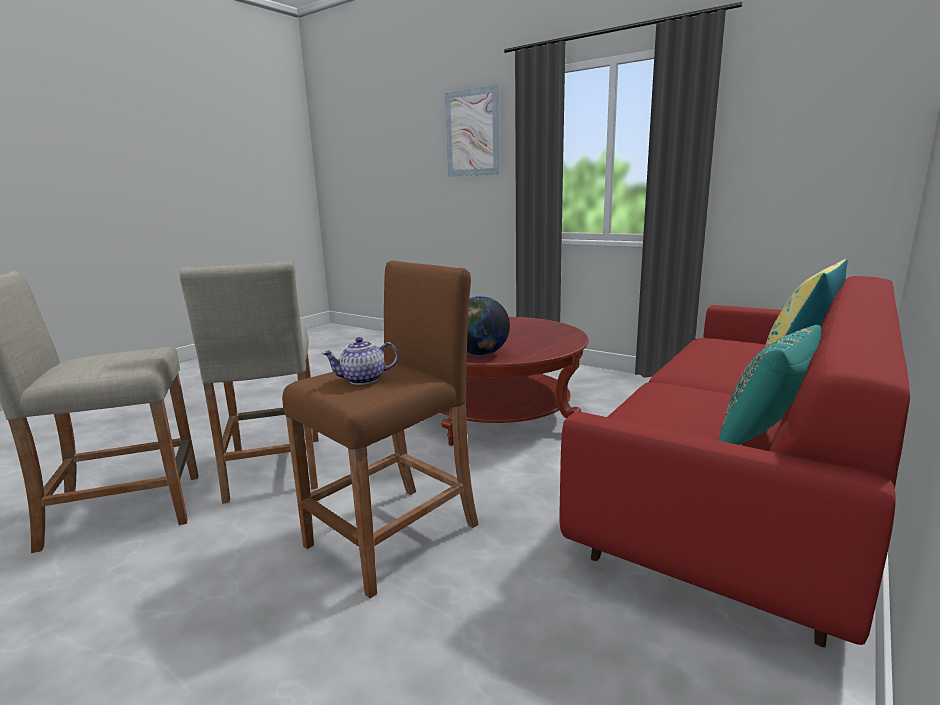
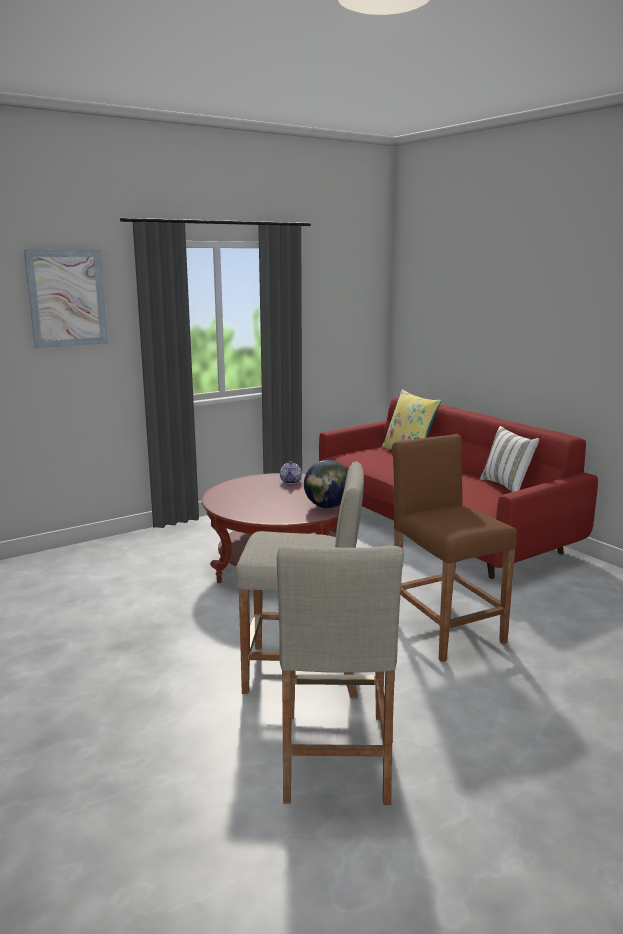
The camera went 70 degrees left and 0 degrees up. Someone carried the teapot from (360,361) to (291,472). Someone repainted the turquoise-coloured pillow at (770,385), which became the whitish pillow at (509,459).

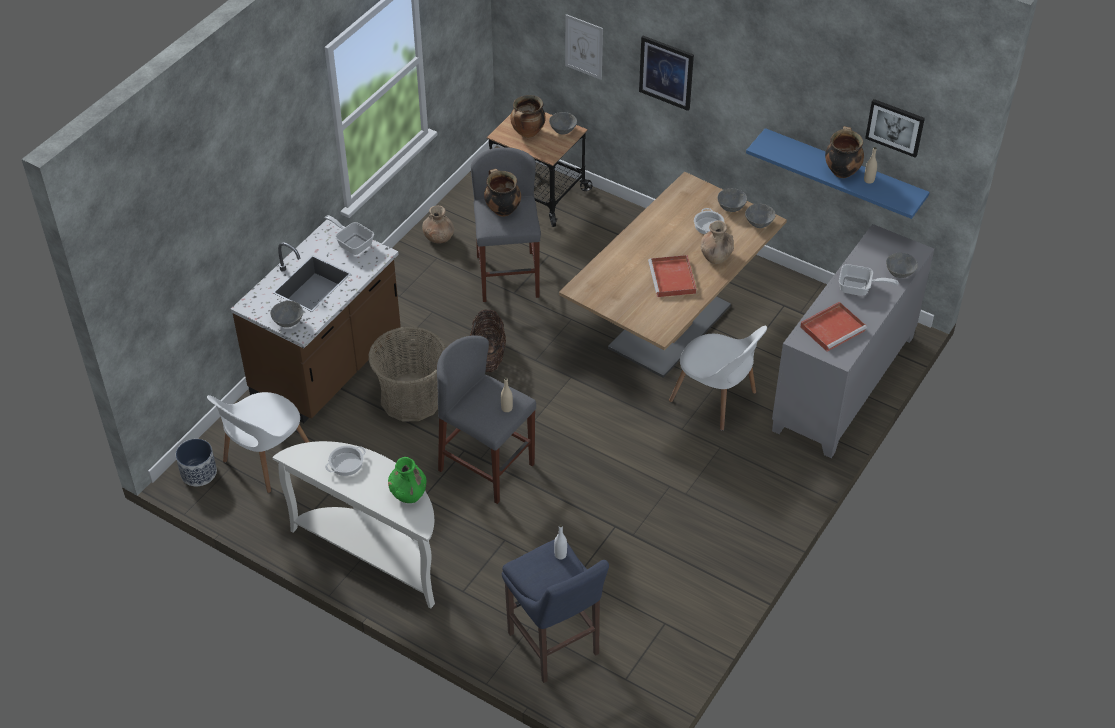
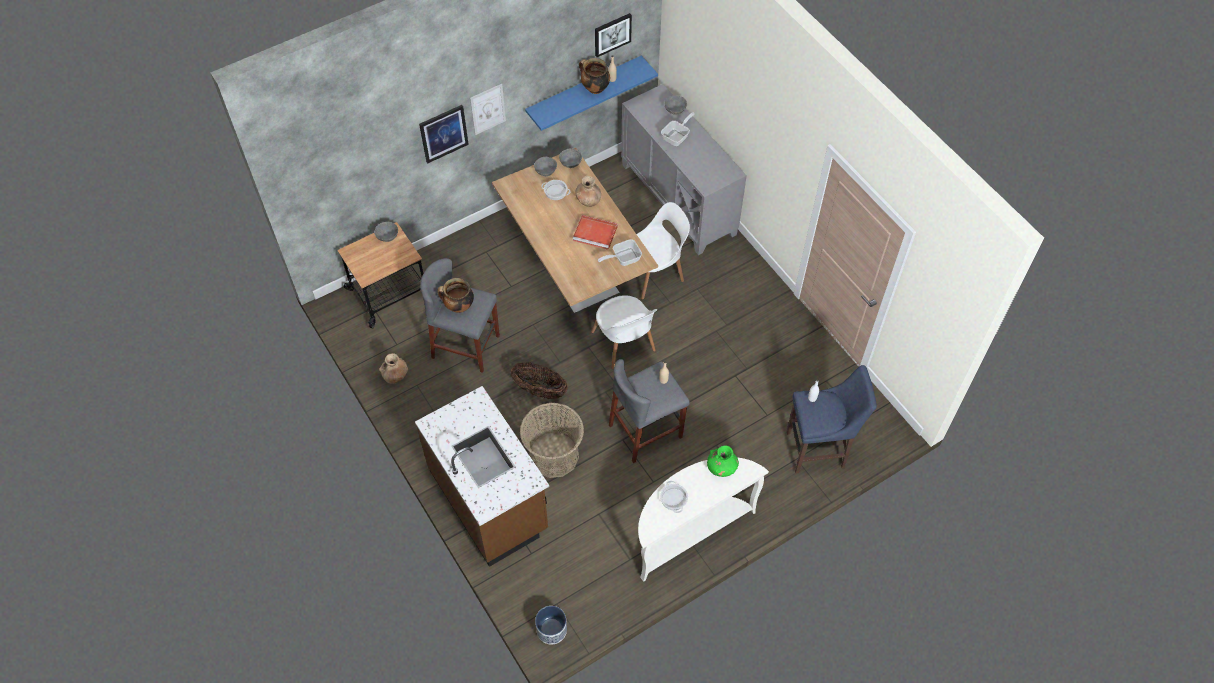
The camera went 65 degrees left and 10 degrees up. Someone carried the whitish plain chair from (258,442) to (624,332). Someone took away the gray deep dish at (286,314). Someone carried the skillet from (349,235) to (620,252). Someone took away the saucepot at (528,116). Someone carried the picture from (584,47) to (488,109). Someone took away the red-coloured serving tray at (833,327).

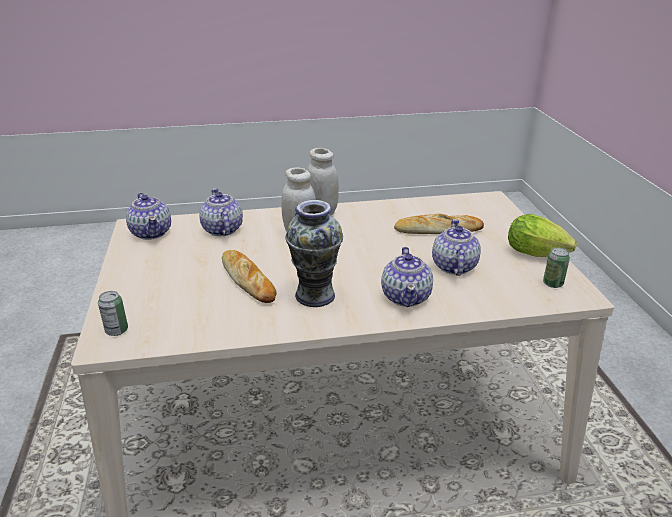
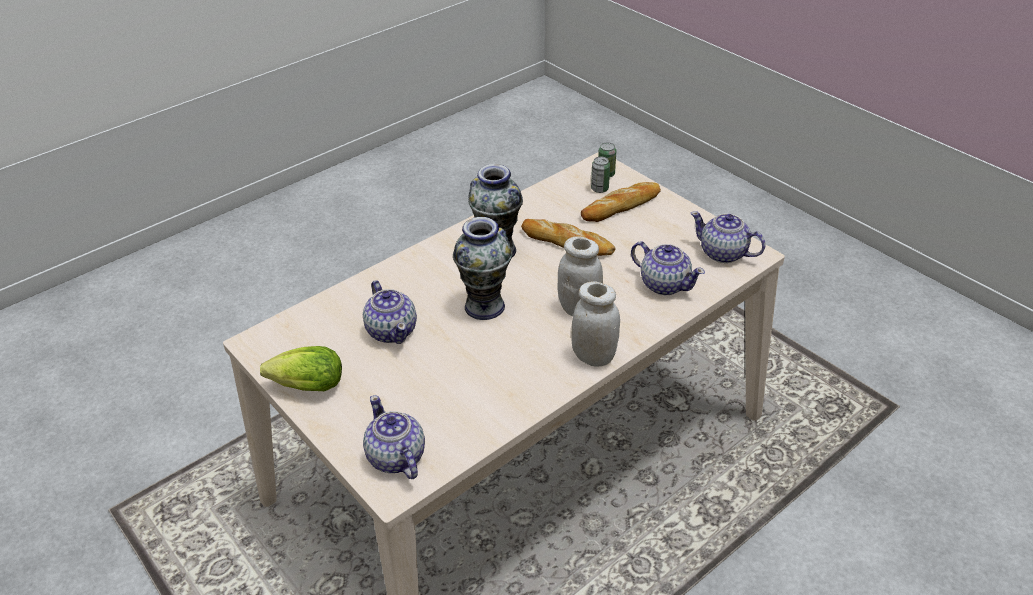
The camera went 150 degrees right and 10 degrees up. Someone carried the teapot from (407,277) to (394,437). Someone carried the bread from (439,224) to (621,202). Someone carried the can from (556,267) to (600,175). Someone put down the decorative vase at (483,268).

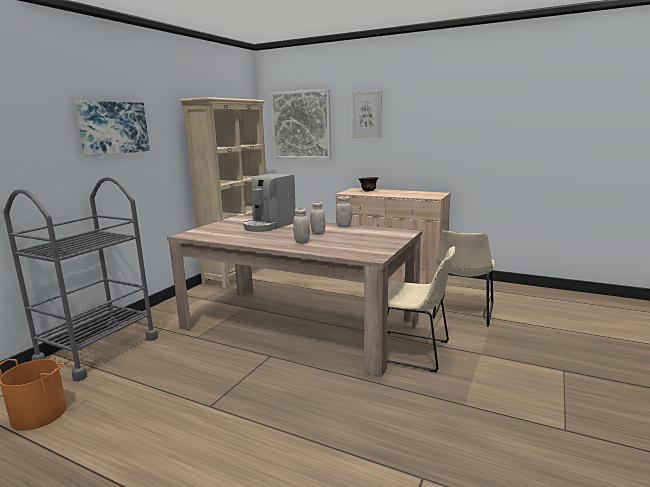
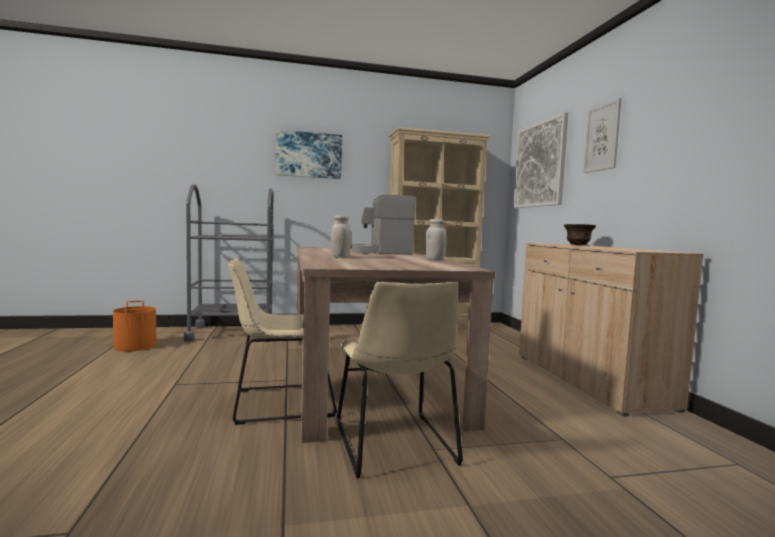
The camera went 50 degrees right and 10 degrees down. Someone took away the whitish storage jar at (317,218). Someone carried the sand-coloured plain chair from (463,278) to (282,342).

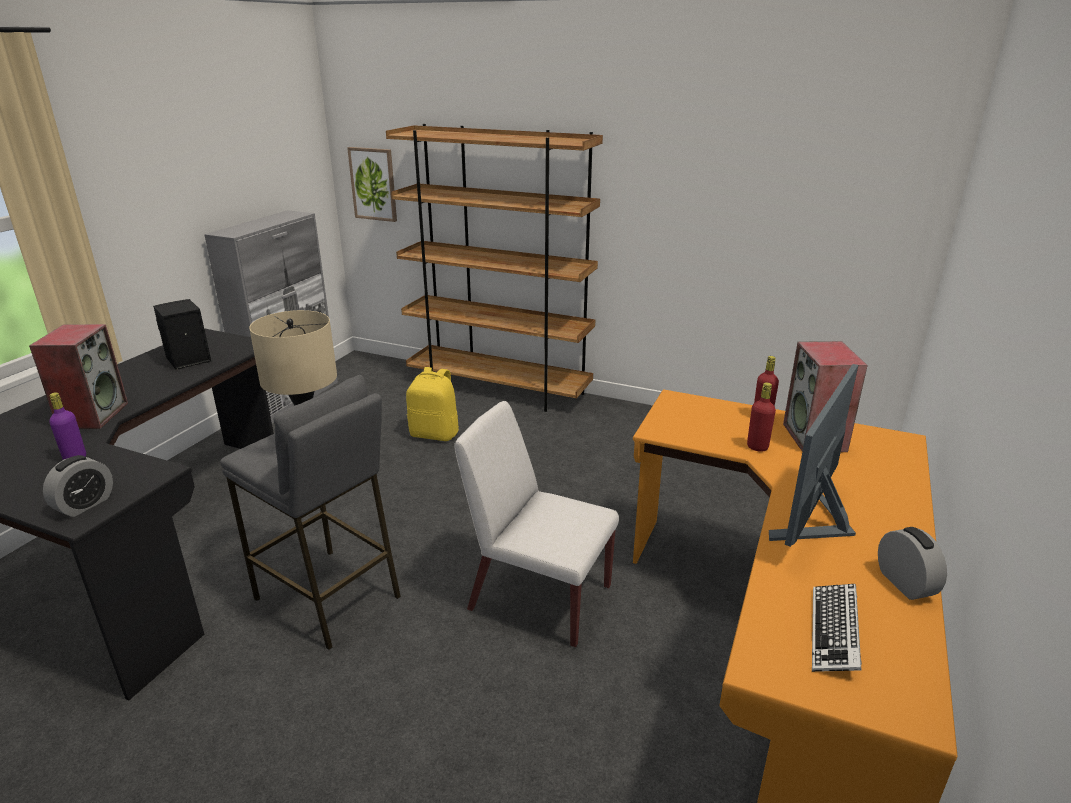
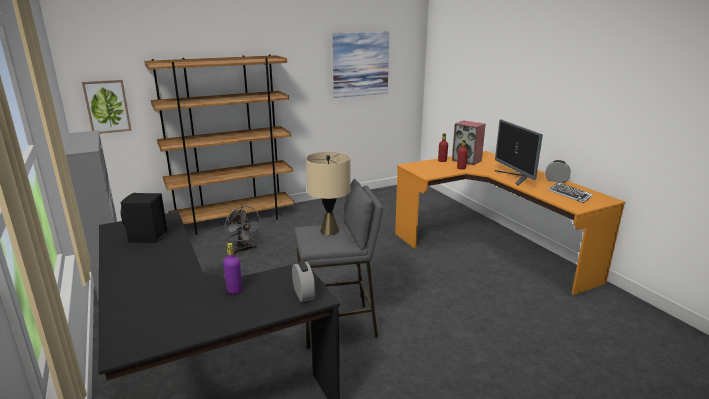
The camera went 50 degrees left and 5 degrees down. Someone took away the loudspeaker at (78,376). Someone swapped the yellow-coloured knapsack at (432,404) for the gray electric fan at (243,230). Someone took away the whitish plain chair at (536,524). Someone put up the picture at (361,65).

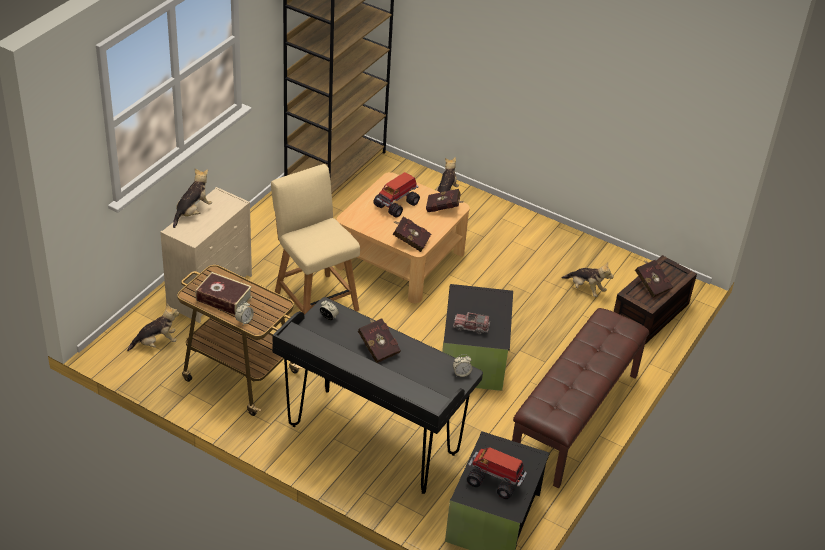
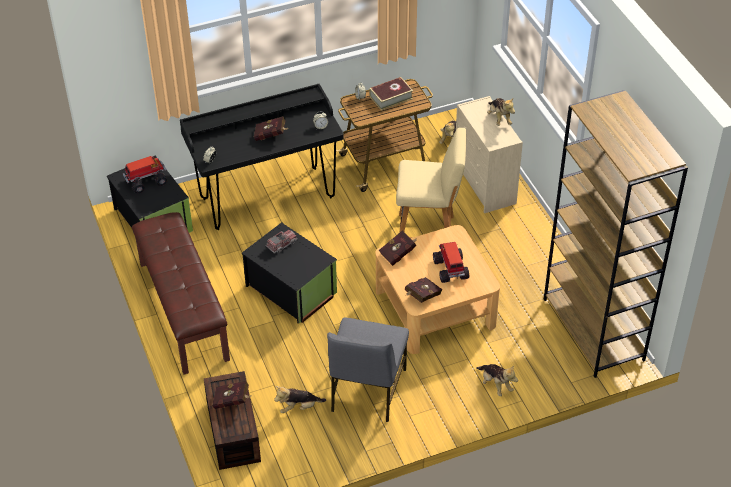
The camera went 130 degrees right and 5 degrees up. Someone put down the gray plain chair at (368,369).

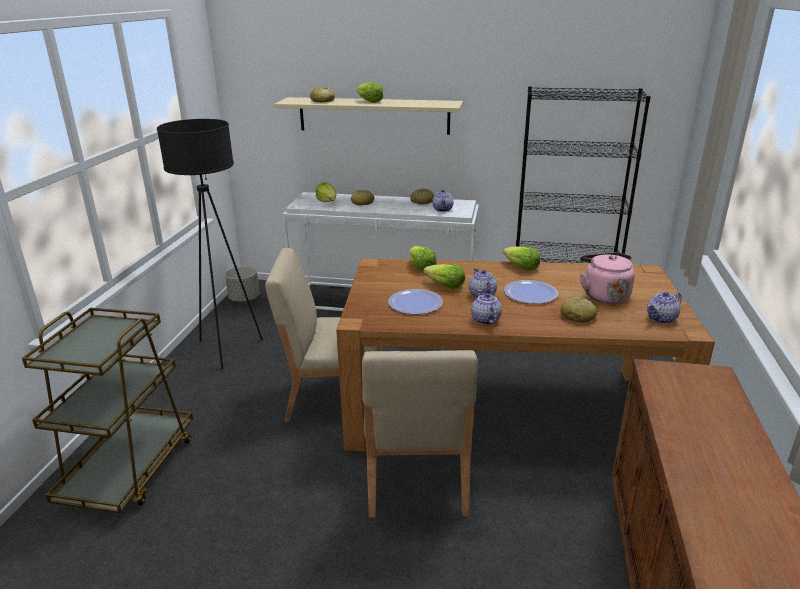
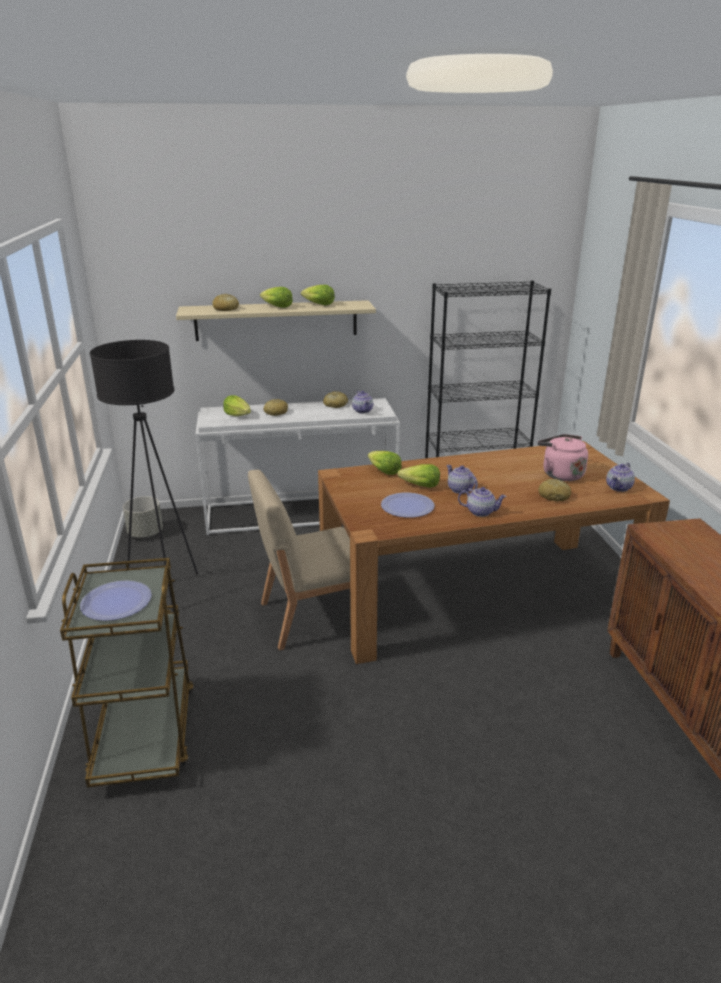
The camera went 20 degrees left and 0 degrees up. Someone took away the sand-coloured plain chair at (420,433). Someone rotated the teapot at (486,307) by 135 degrees clockwise. Someone carried the head of lettuce from (521,258) to (318,295). Someone carried the plate from (531,292) to (116,600).

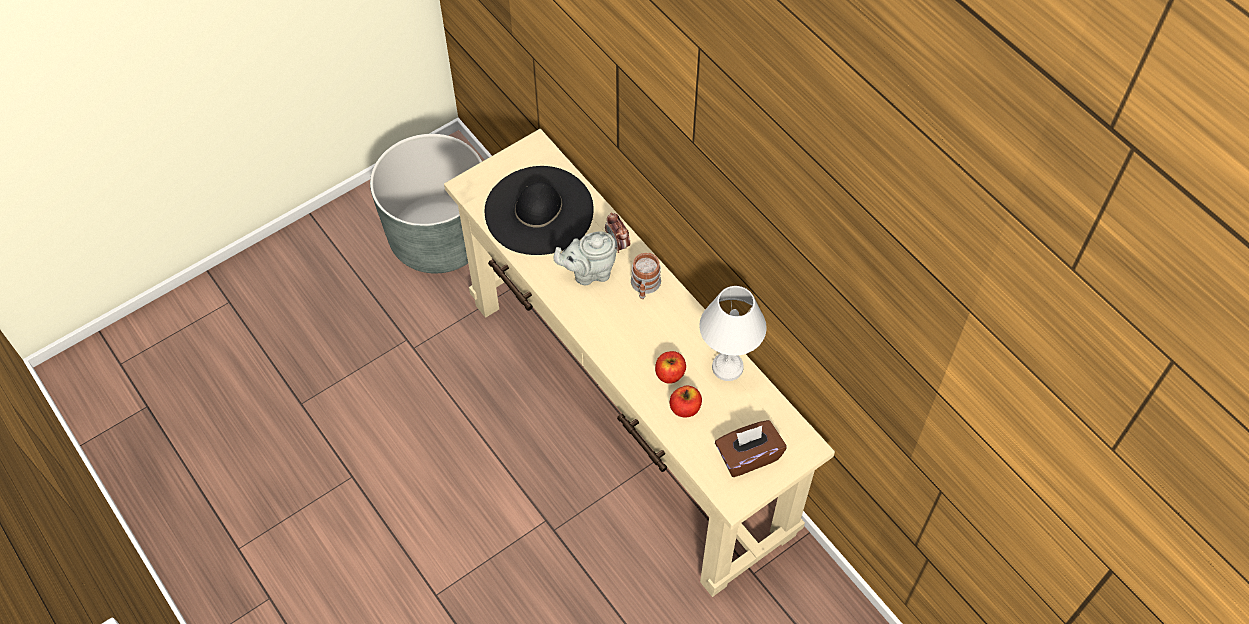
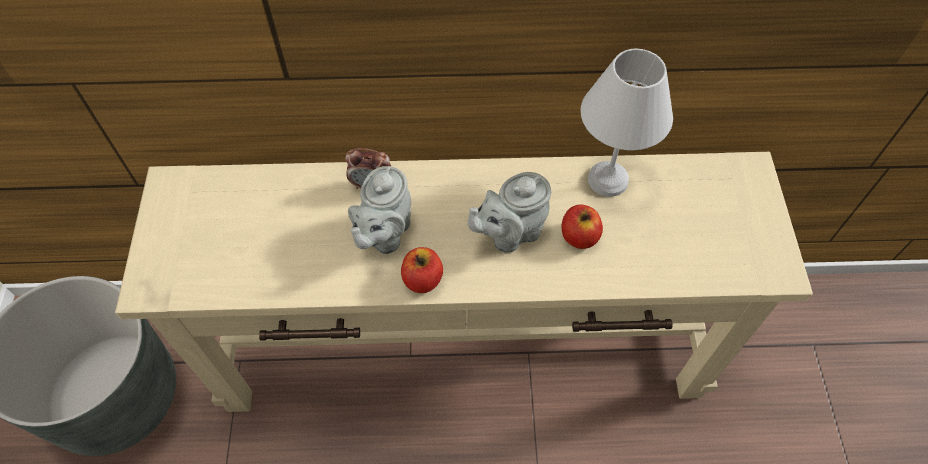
The camera went 55 degrees left and 0 degrees up. Someone took away the black-coloured clothing hat at (539,210). Someone took away the coffee mug at (646,276). Someone carried the apple from (686,401) to (422,270). Someone took away the brownish box of tissues at (751,448). Someone put down the gray teapot at (509,212).

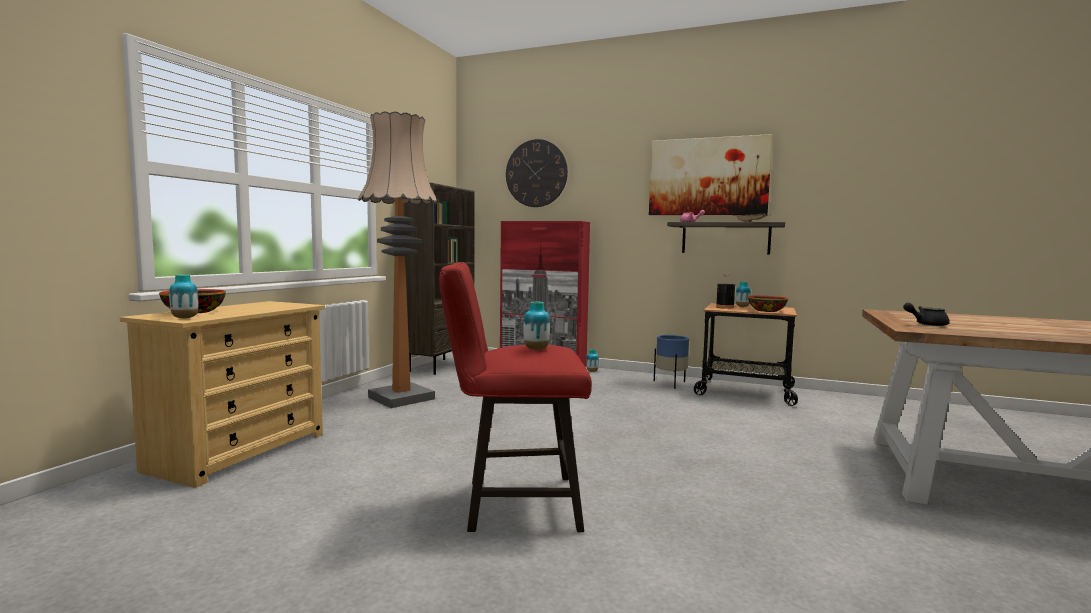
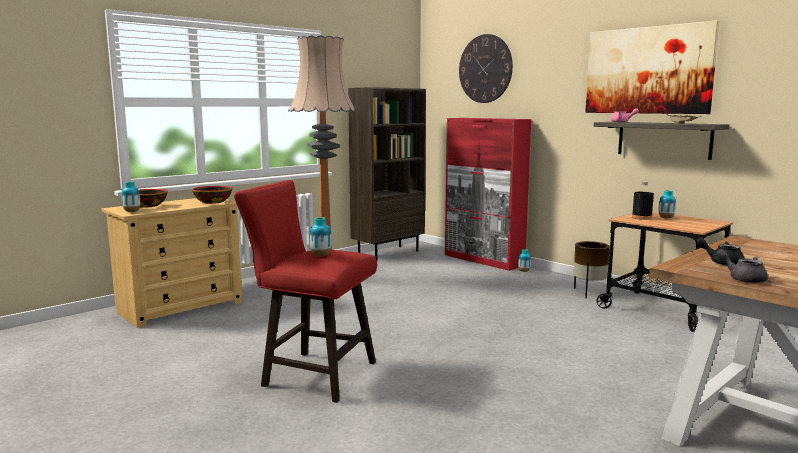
The camera went 25 degrees right and 5 degrees up. Someone repainted the blue-coloured plant pot at (671,362), which became the brownish plant pot at (591,269). Someone carried the deep dish from (768,304) to (212,195). Someone put down the gray teapot at (742,266).

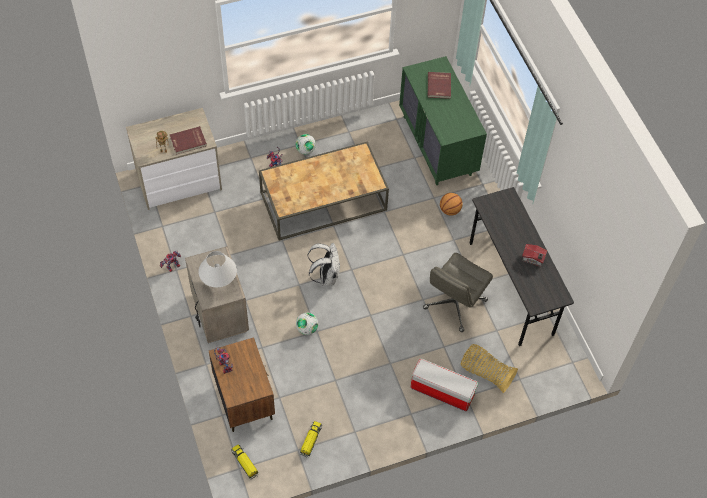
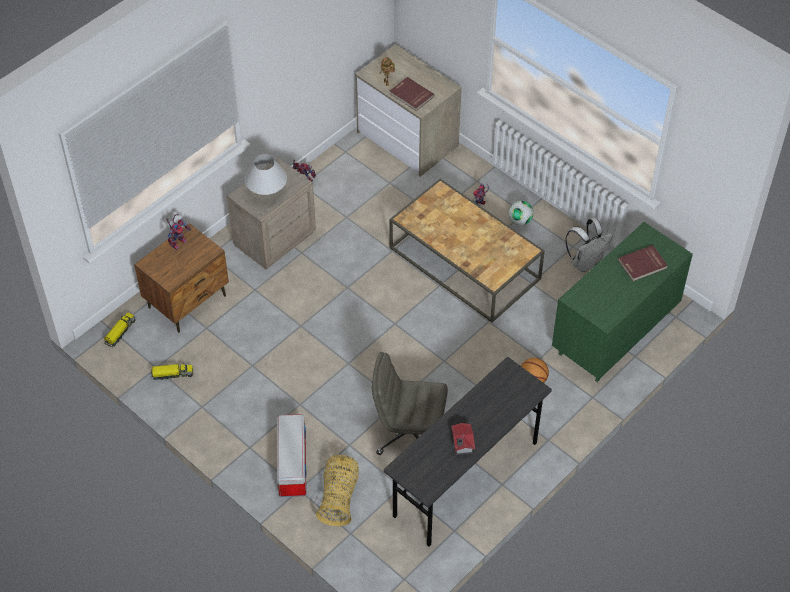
The camera went 65 degrees right and 5 degrees down. Someone took away the football ball at (307,324). Someone carried the whitish knapsack from (324,264) to (589,245).

